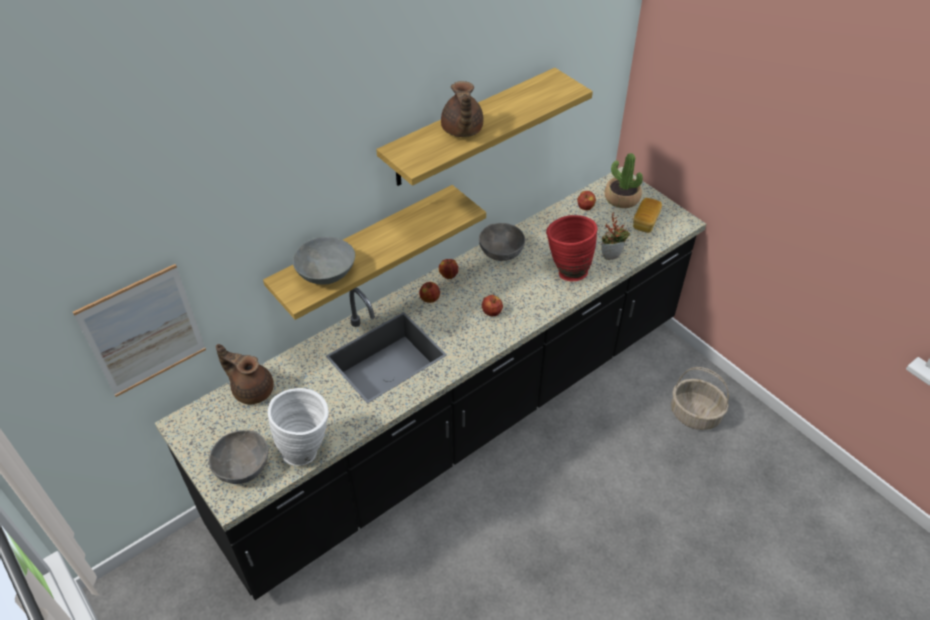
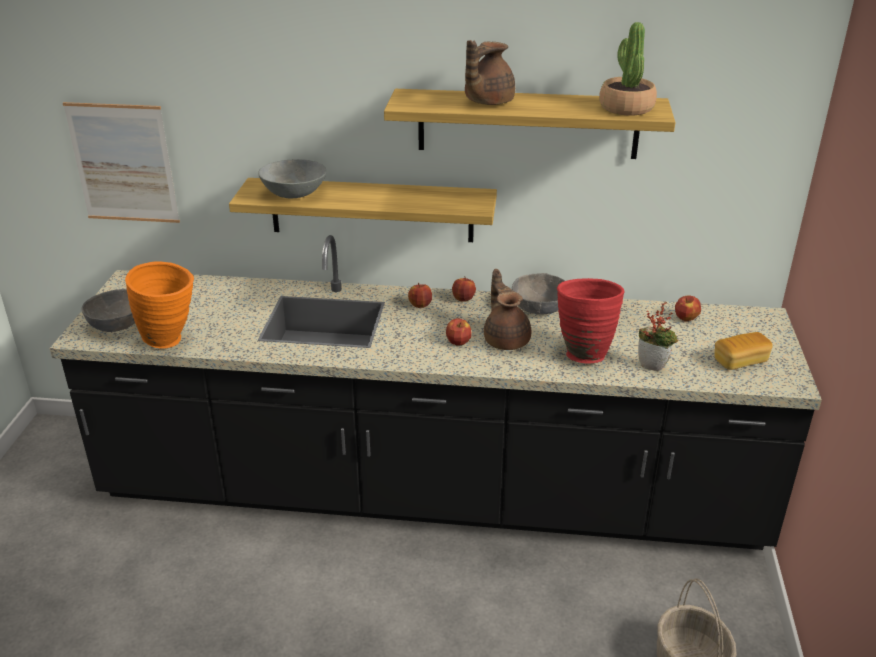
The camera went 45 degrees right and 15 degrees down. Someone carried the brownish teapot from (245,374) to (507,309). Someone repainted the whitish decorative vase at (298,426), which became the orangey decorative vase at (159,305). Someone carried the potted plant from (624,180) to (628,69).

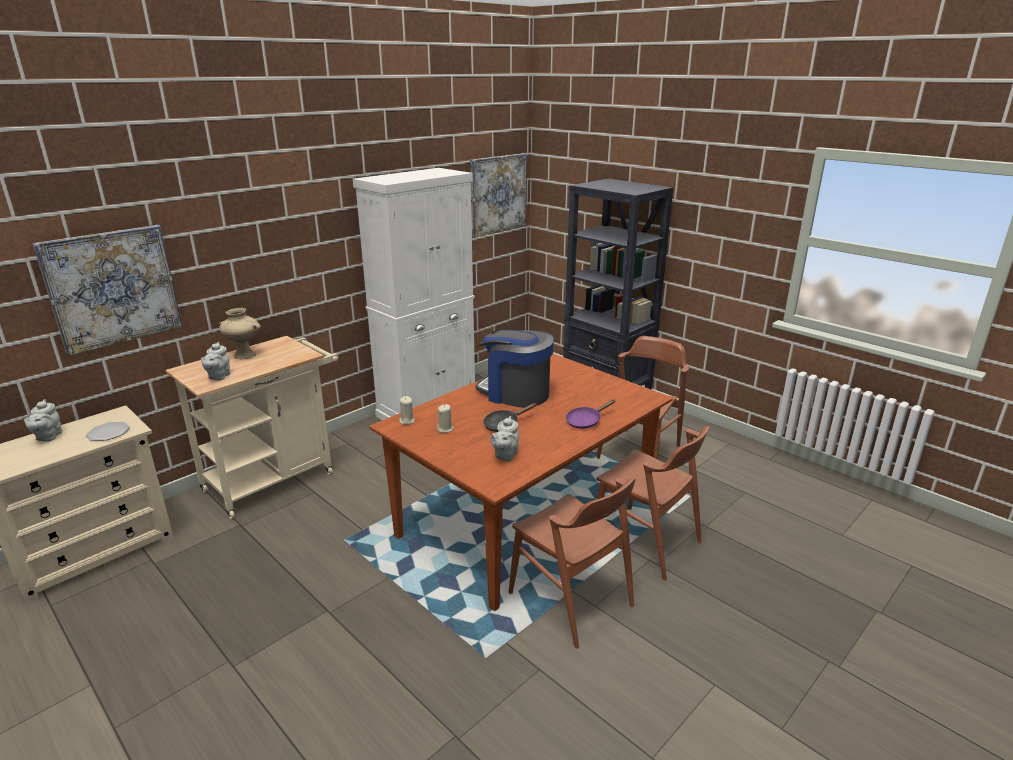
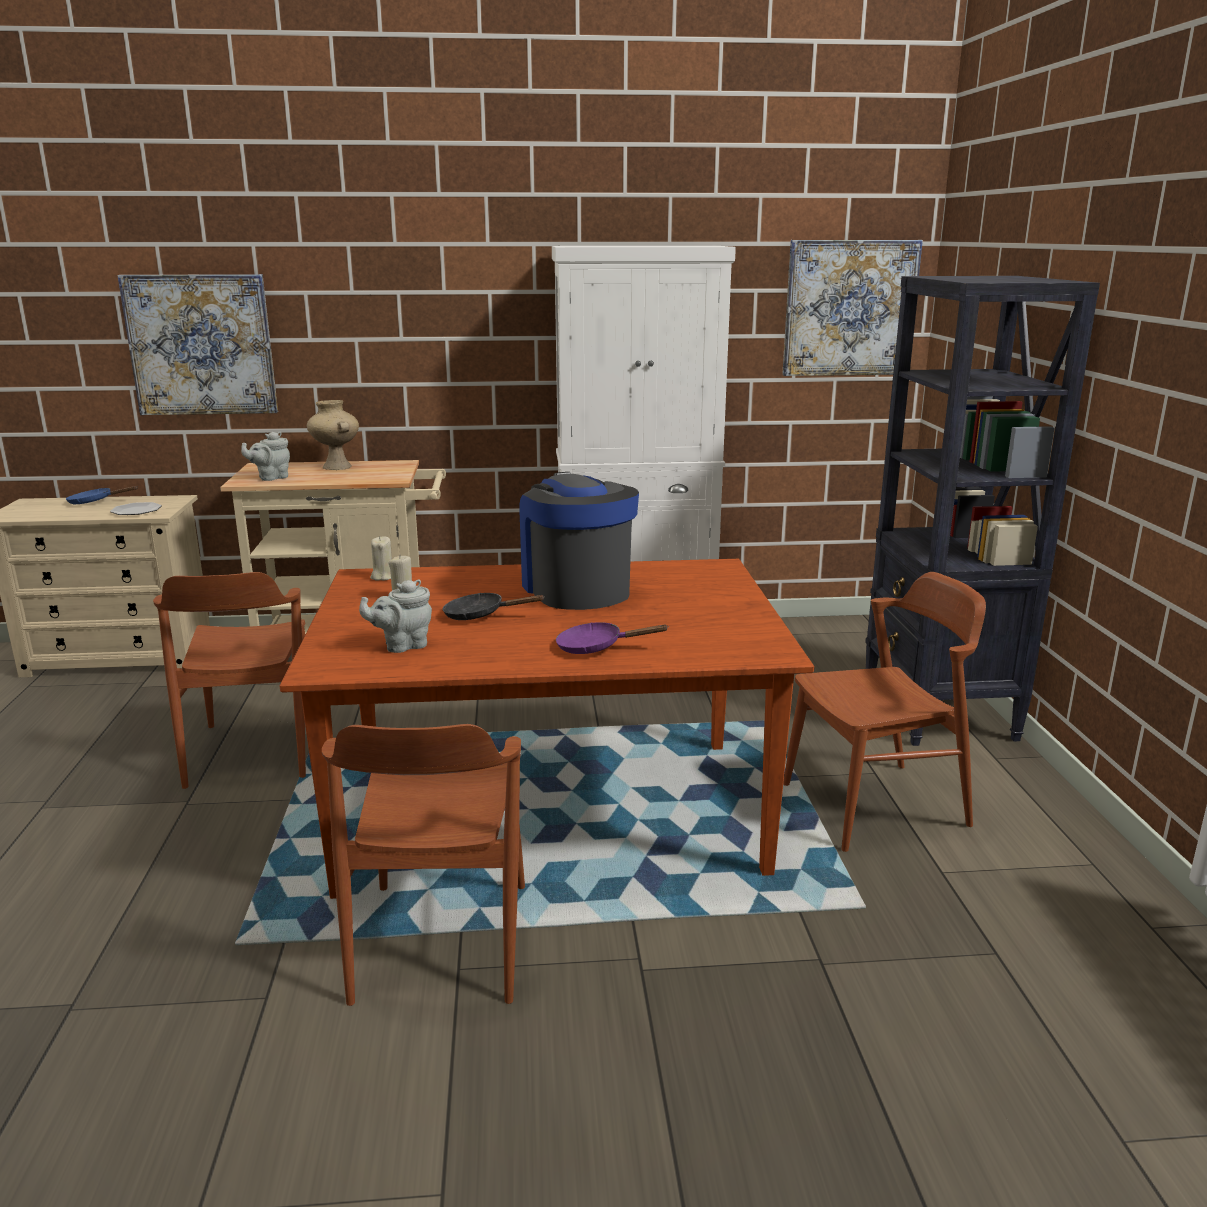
The camera went 40 degrees right and 5 degrees down. Someone swapped the gray teapot at (43,420) for the blue-coloured skillet at (102,495). Someone carried the brownish plain chair from (653,503) to (229,680).

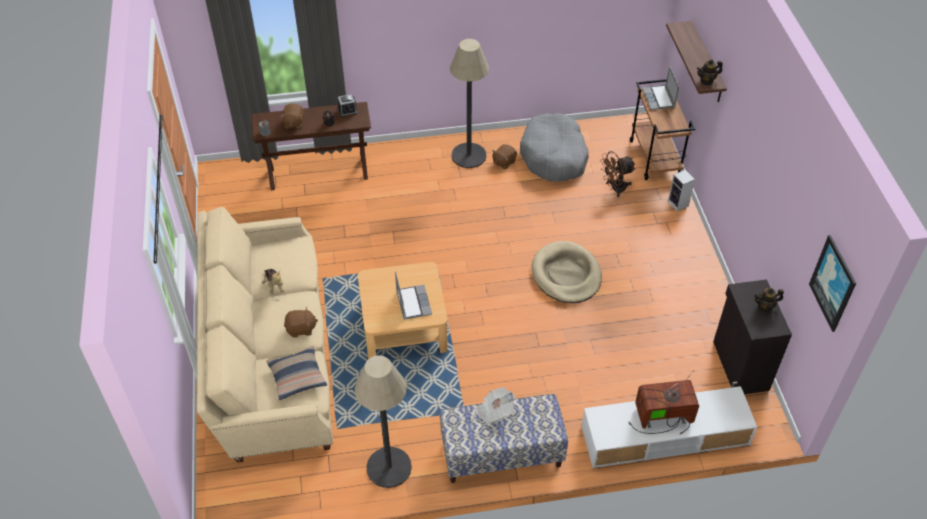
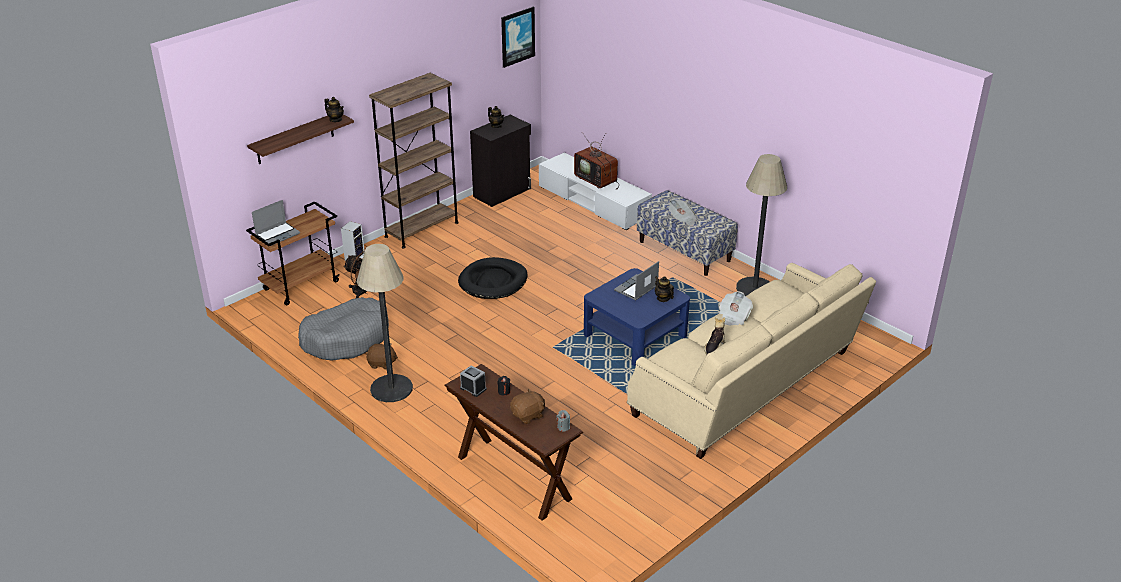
The camera went 125 degrees left and 15 degrees down. Someone took away the pillow at (296,373). Someone swapped the brownish soft toy at (301,322) for the daily paper at (736,308). Someone repainted the sand-coloured coffee table at (403,310), which became the blue-coloured coffee table at (637,317). Someone repainted the sand-coloured dog bed at (566,272), which became the black-coloured dog bed at (492,278). Someone put down the brownish bookcase at (414,161). Someone put down the teapot at (664,289).

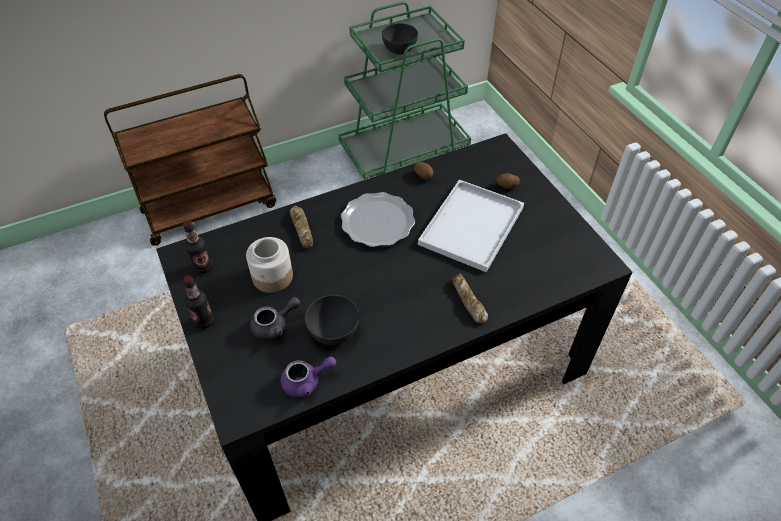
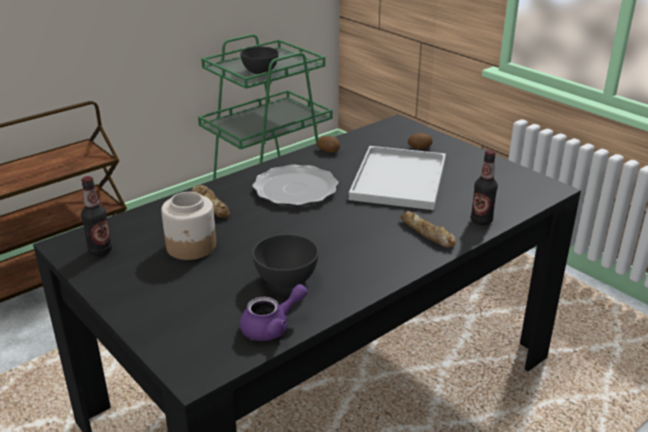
The camera went 15 degrees left and 20 degrees down. Someone carried the beverage bottle from (198,302) to (484,187). Someone took away the gray teapot at (275,319).

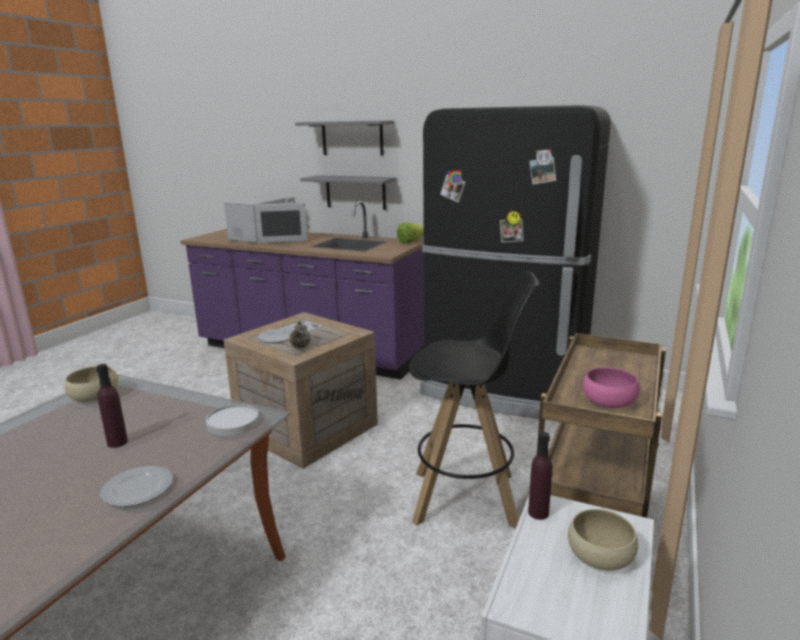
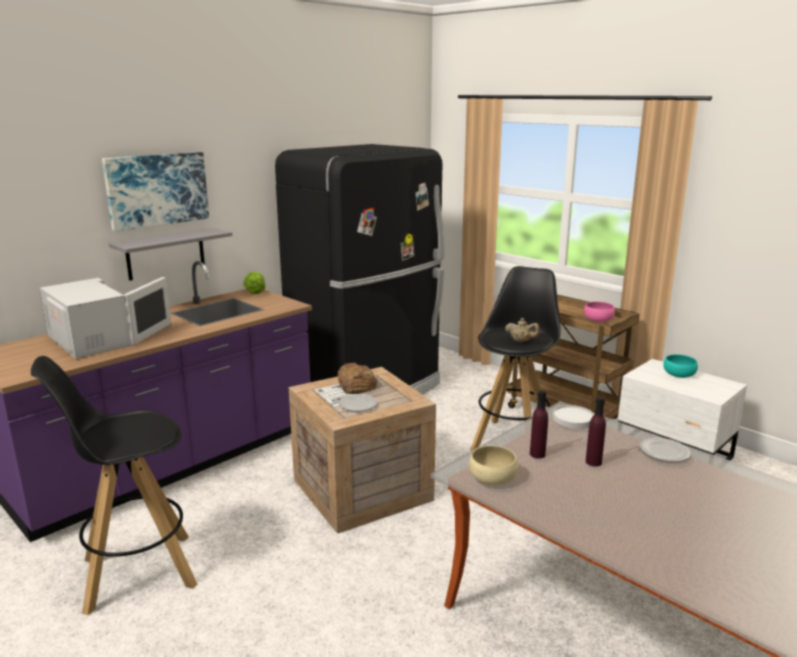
The camera went 70 degrees left and 0 degrees up. Someone carried the sand-coloured teapot from (300,334) to (522,330). Someone swapped the gray shelf at (344,138) for the picture at (155,191). Someone carried the purplish beverage bottle from (540,476) to (539,424). Someone repainted the sand-coloured deep dish at (603,540), which became the turquoise-coloured deep dish at (680,366). Someone put down the black-coloured stool seat at (114,485). Someone put down the bread at (357,378).

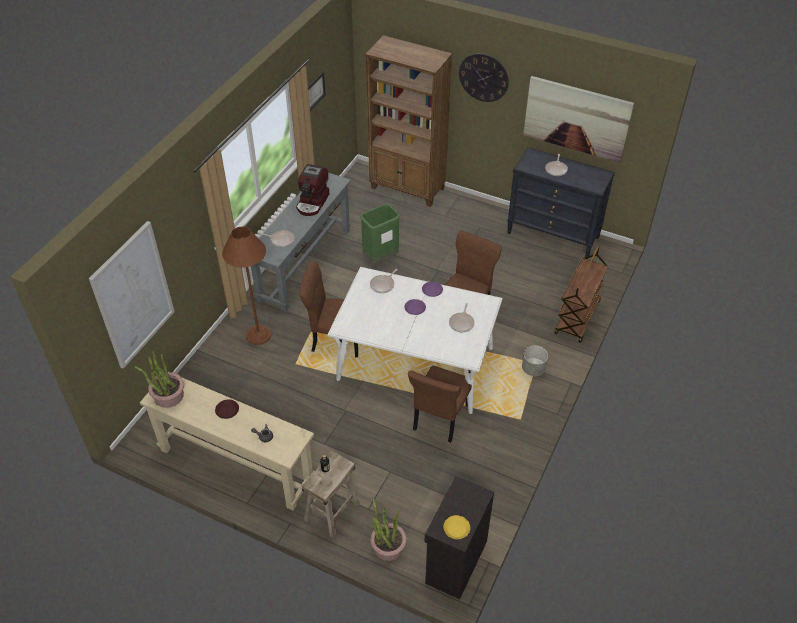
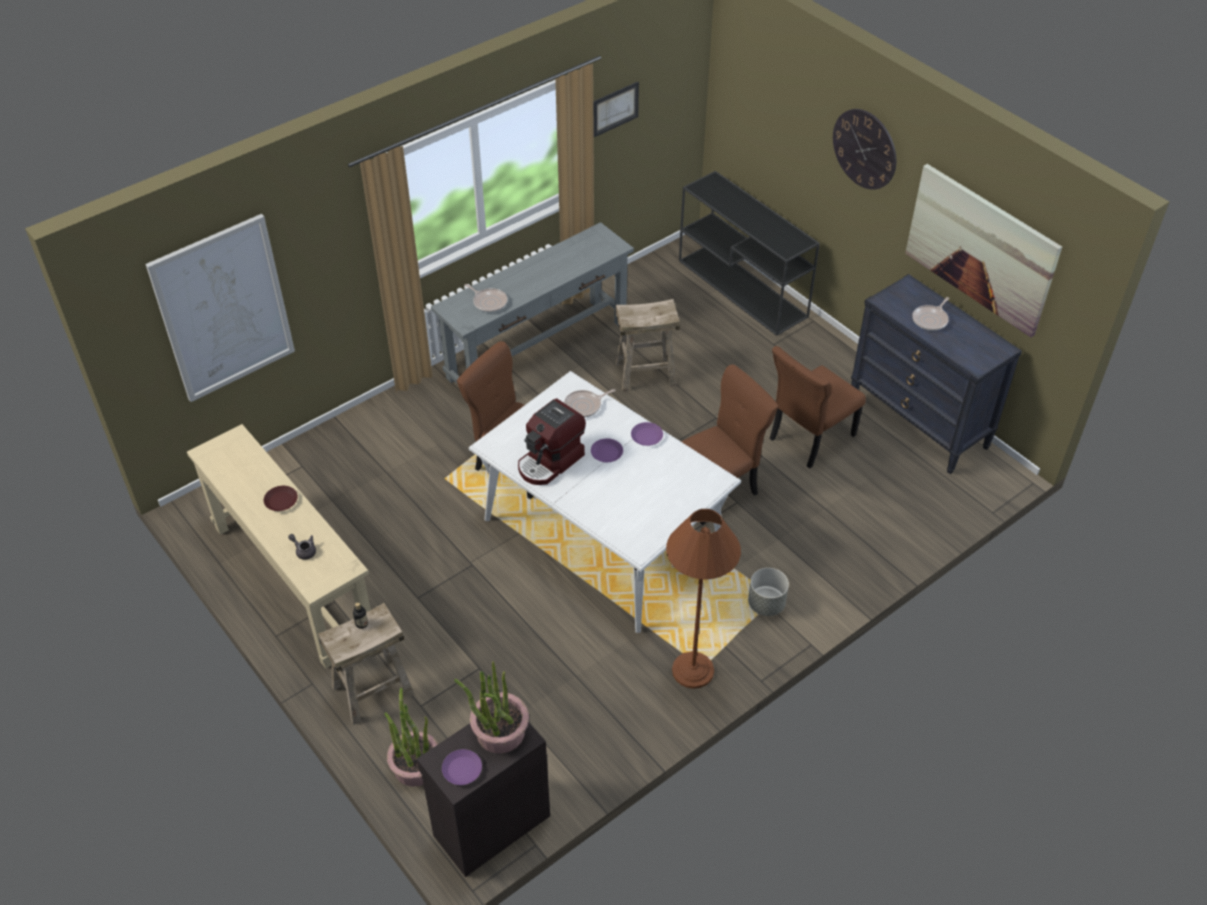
The camera went 25 degrees right and 0 degrees up. Someone carried the potted plant from (159,380) to (491,707). Someone carried the brownish standing lamp from (246,286) to (703,598). Someone carried the coffee maker from (312,190) to (552,441). Someone swapped the greenish trash can at (380,233) for the sand-coloured stool seat at (647,345). Someone swapped the brownish bookcase at (408,121) for the black-coloured hall table at (749,253). Someone carried the brownish plain chair from (440,404) to (817,407). Someone repainted the yellow-coloured plate at (457,527), which became the purplish plate at (462,767). Someone took away the skillet at (461,317). Someone took away the brownish wheeled cart at (581,295).

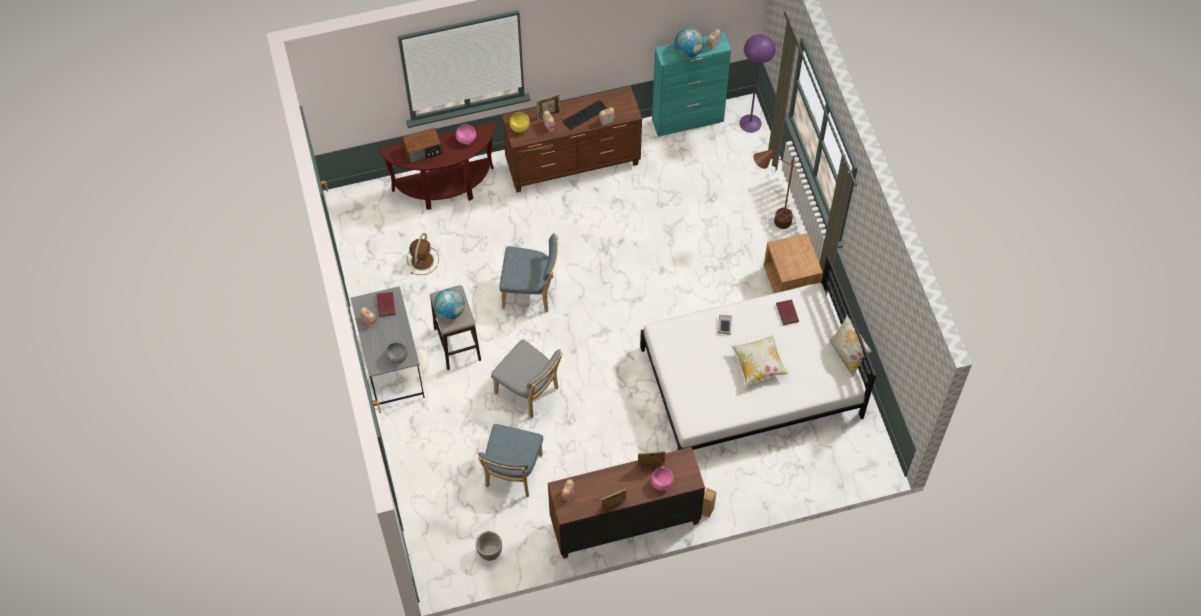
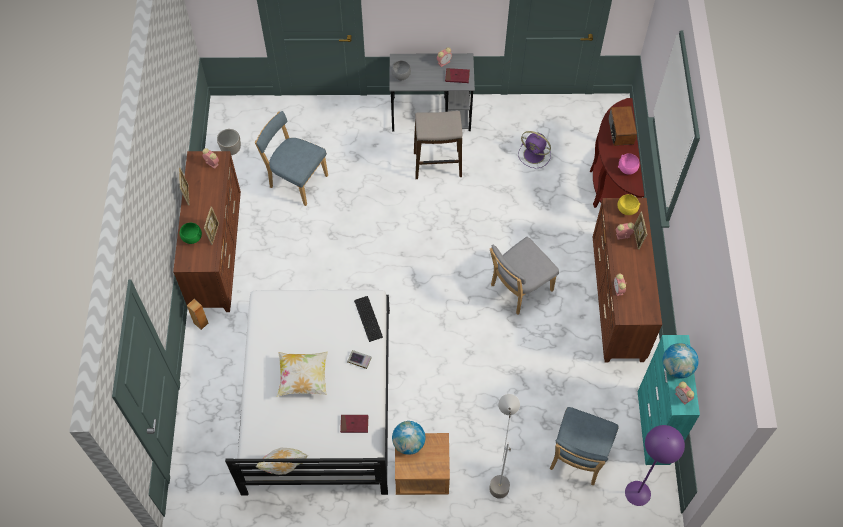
The camera went 105 degrees right and 0 degrees up. Someone repainted the brownish electric fan at (423,254), which became the purplish electric fan at (534,149). Someone carried the desk globe from (449,304) to (408,438). Someone carried the gray plain chair from (527,378) to (524,276). Someone carried the blue-coloured plain chair from (528,272) to (584,446). Someone carried the PC keyboard from (585,115) to (368,319). Someone repainted the pink deep dish at (662,479), which became the greenish deep dish at (191,233). Someone repainted the brownish standing lamp at (777,189), which became the gray standing lamp at (504,446).

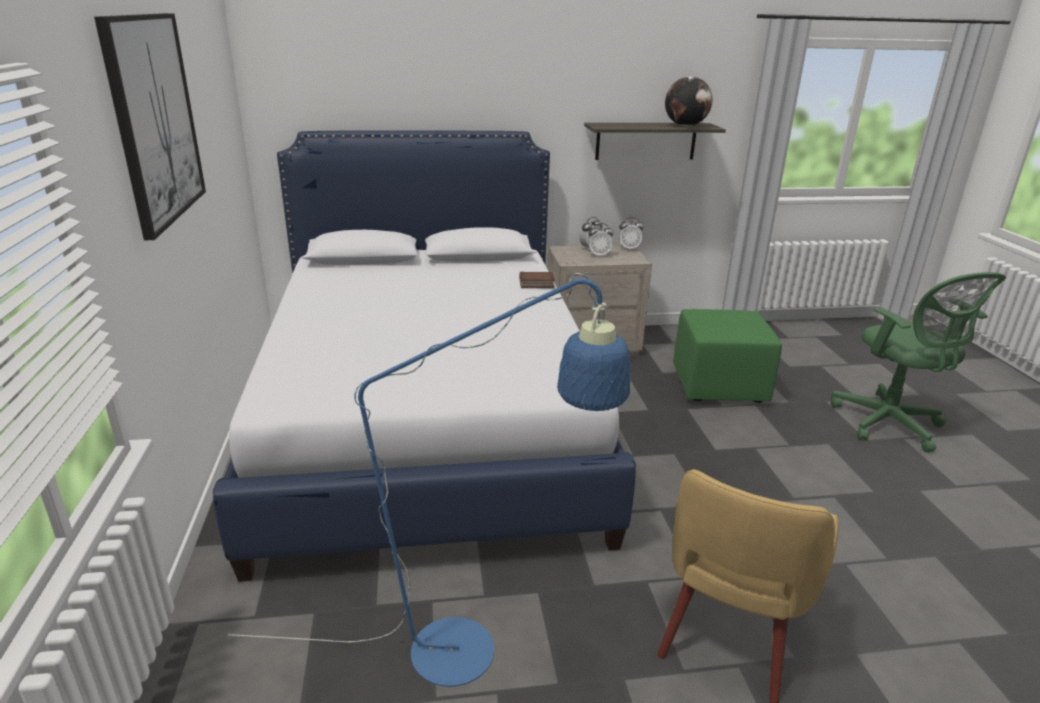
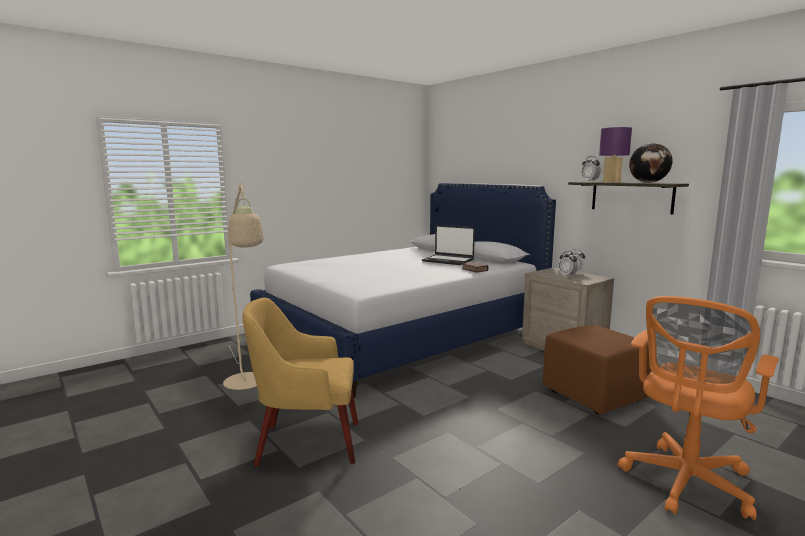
The camera went 60 degrees right and 15 degrees down. Someone took away the picture at (150,126). Someone repainted the blue-coloured standing lamp at (429,480), which became the sand-coloured standing lamp at (243,286). Someone carried the alarm clock from (631,233) to (591,169). Someone repainted the greenish pouffe at (727,356), which became the brownish pouffe at (596,370). Someone repainted the greenish desk chair at (918,362), which became the orangey desk chair at (698,408). Someone put down the laptop at (448,245). Someone put down the purplish tabletop lamp at (615,155).

